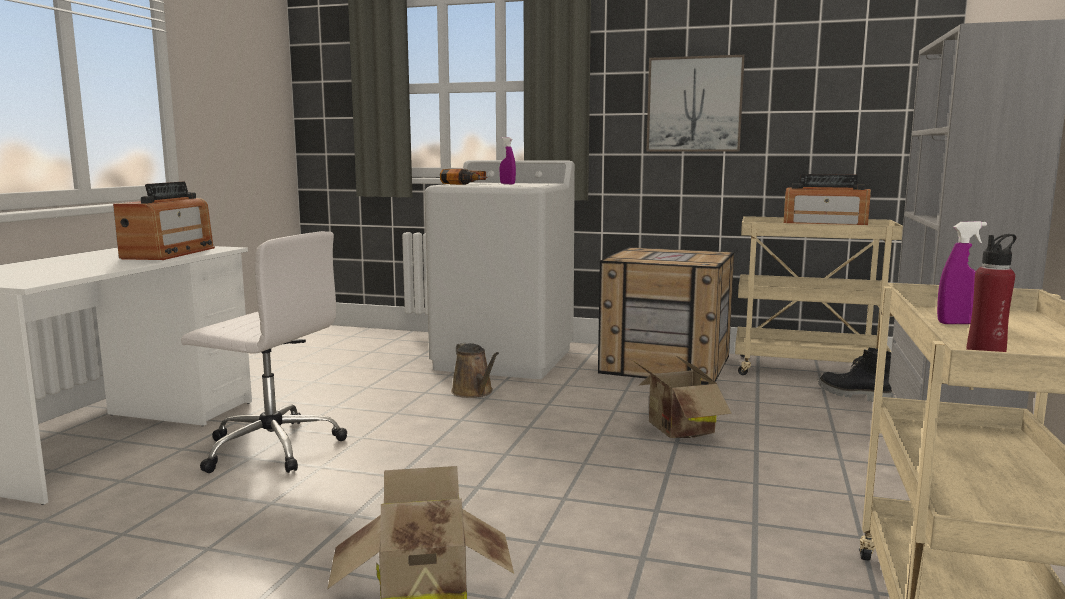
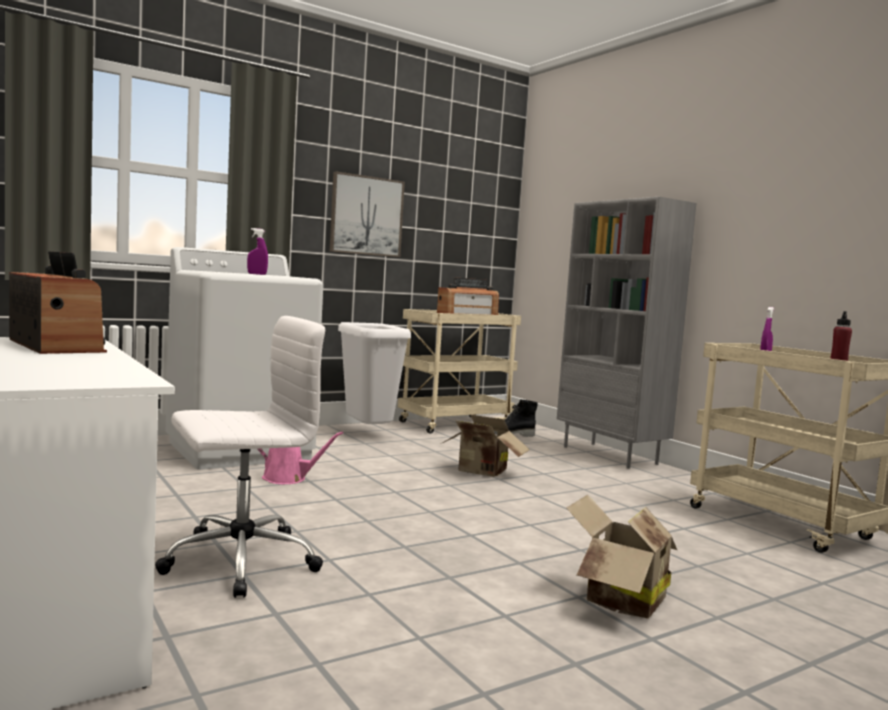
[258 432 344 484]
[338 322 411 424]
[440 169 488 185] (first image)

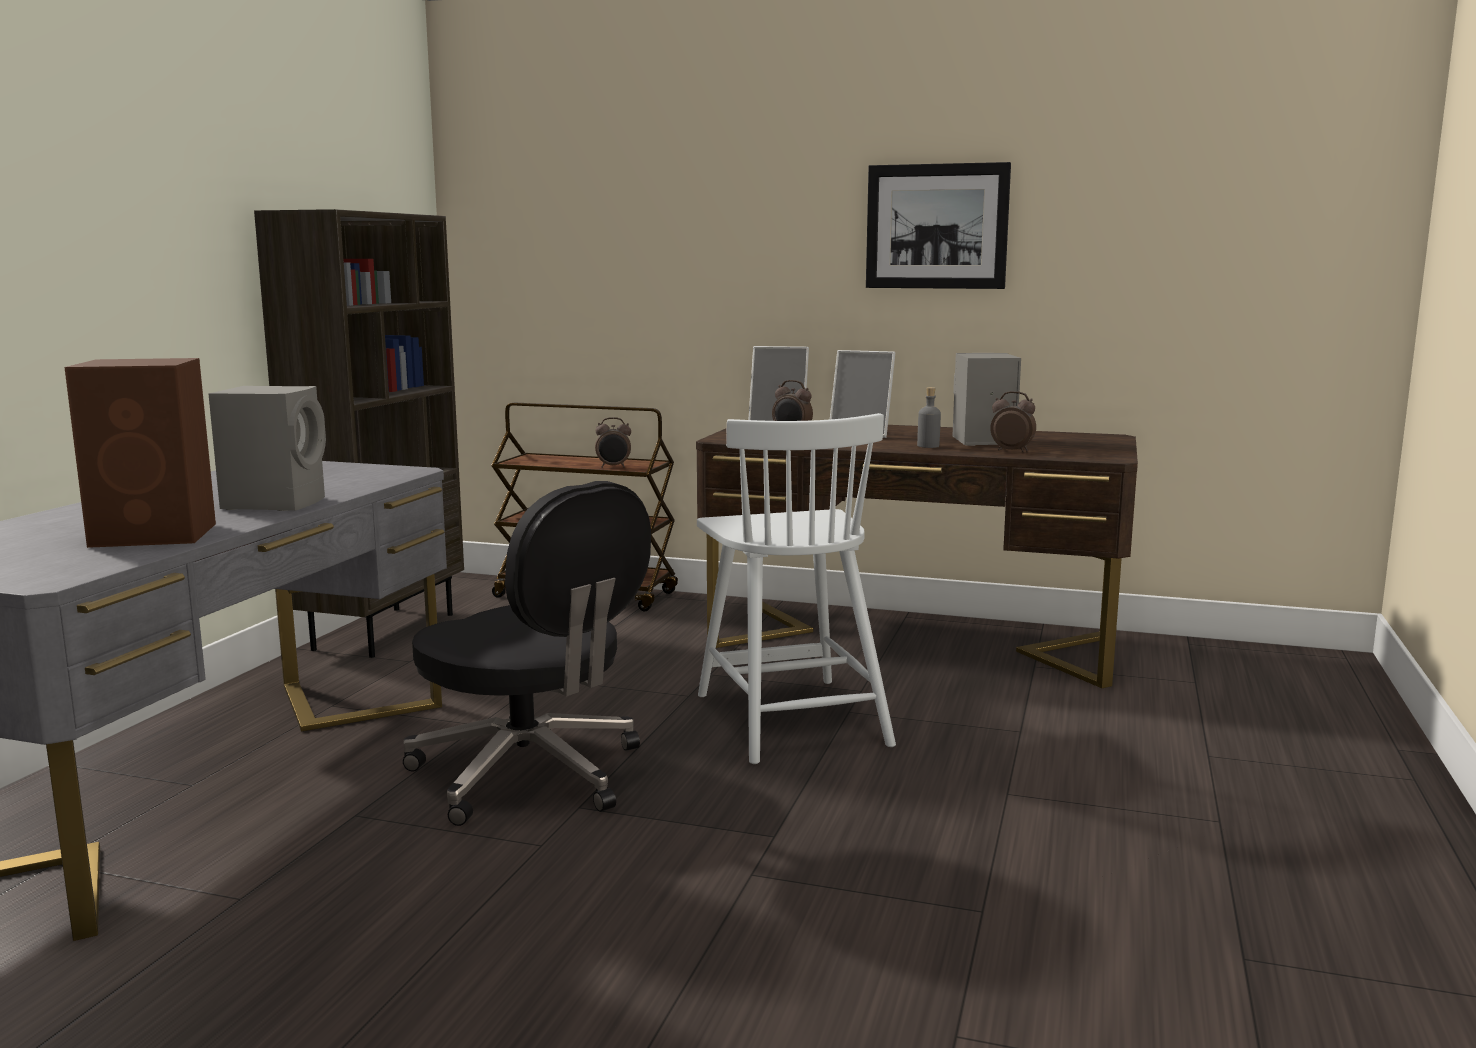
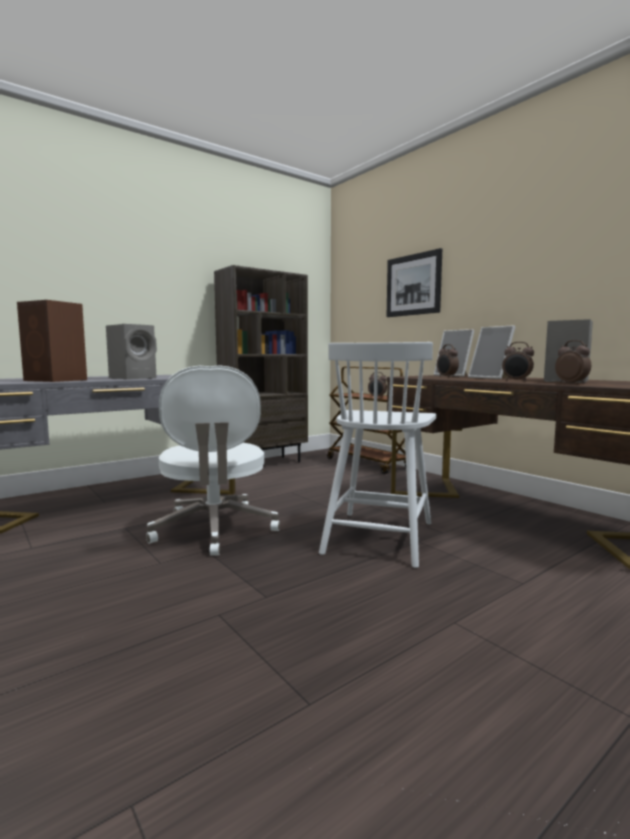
[146 366 280 556]
[386 248 442 317]
[502 342 534 381]

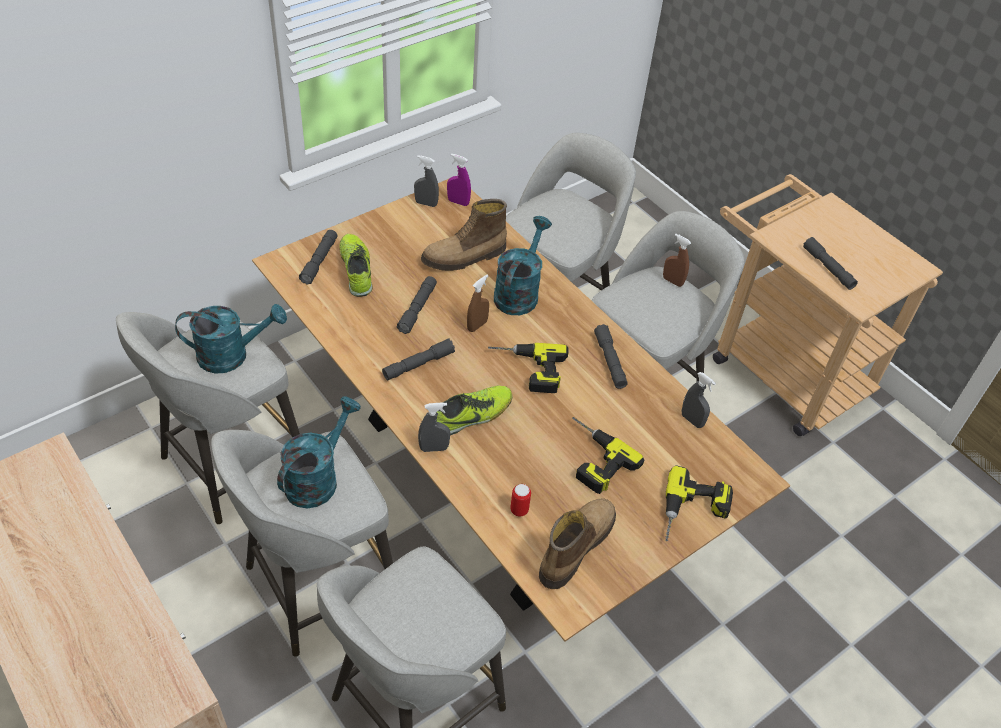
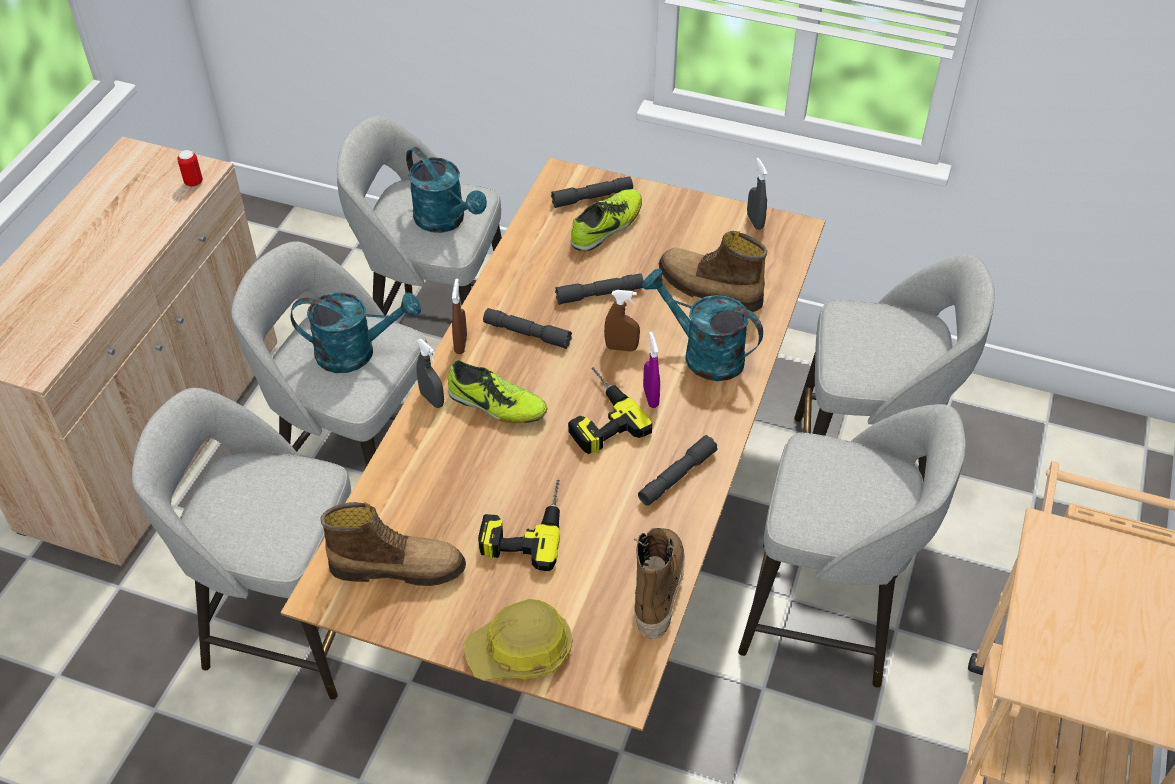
[177 150 203 187]
[452 278 467 354]
[464 599 572 681]
[634 528 685 639]
[642 269 763 381]
[643 331 660 408]
[803 237 858 290] (first image)

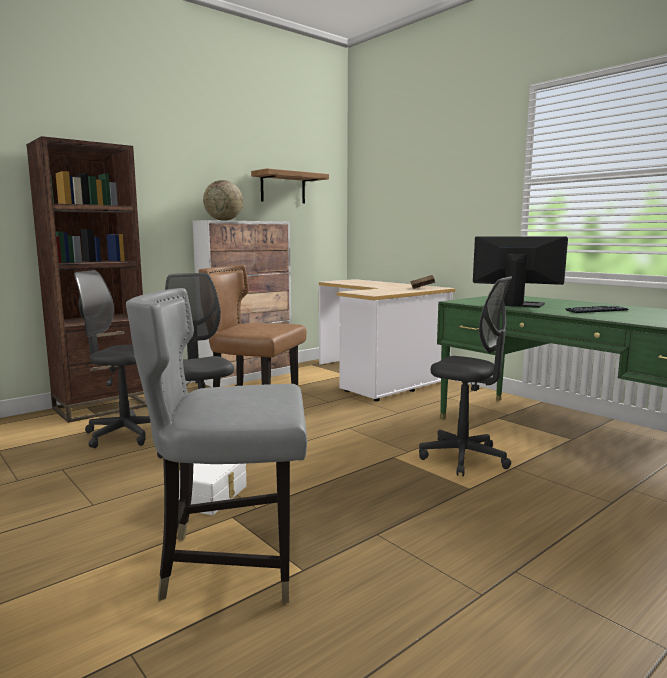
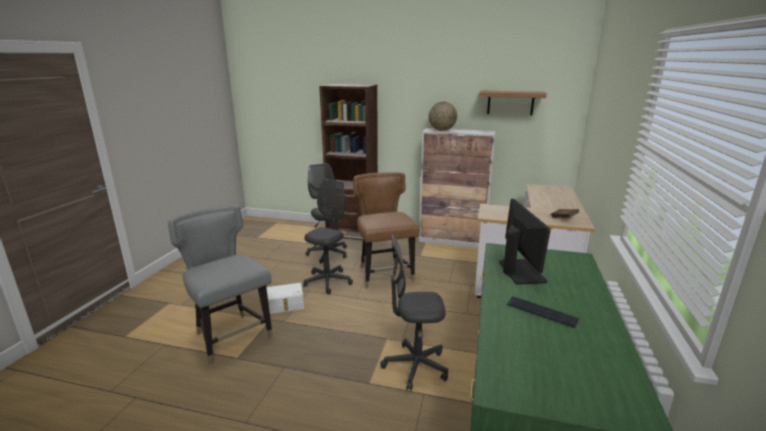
[381 234 448 391]

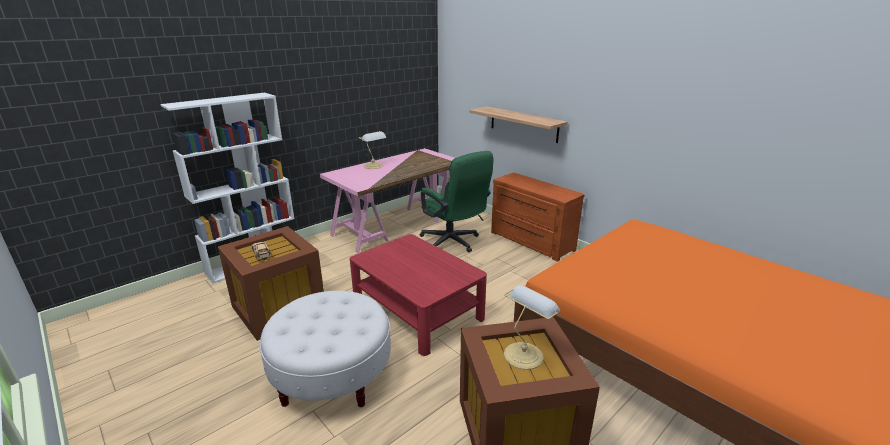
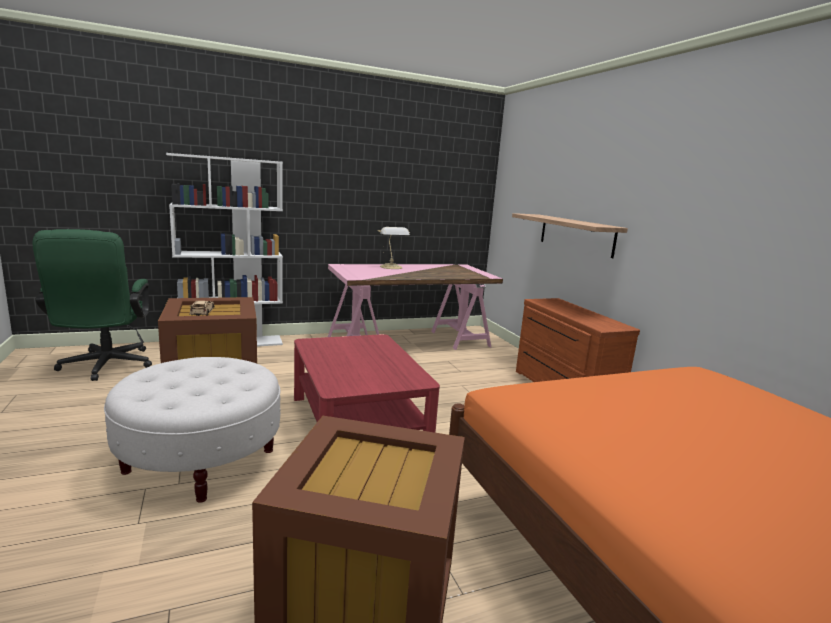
[33 229 152 381]
[504 286 560 370] (first image)

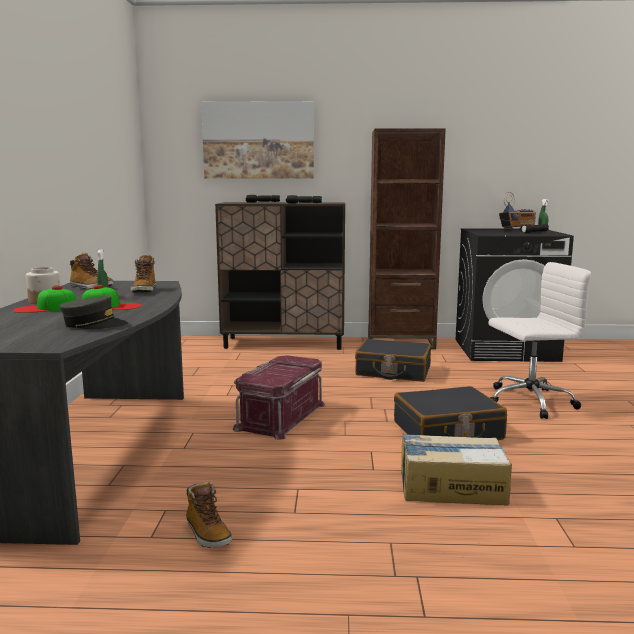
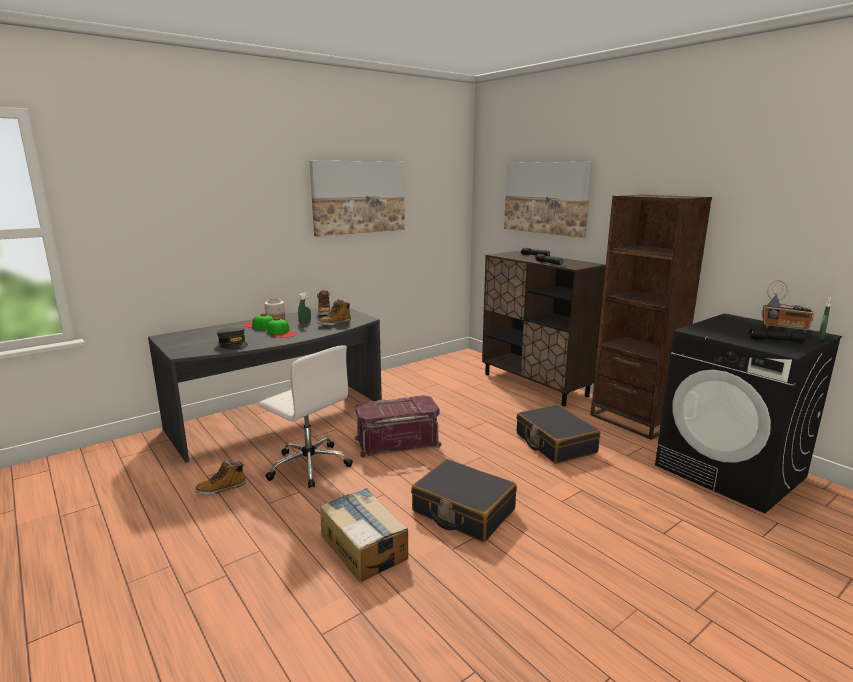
[195 459 246 495]
[259 345 353 488]
[310 161 405 237]

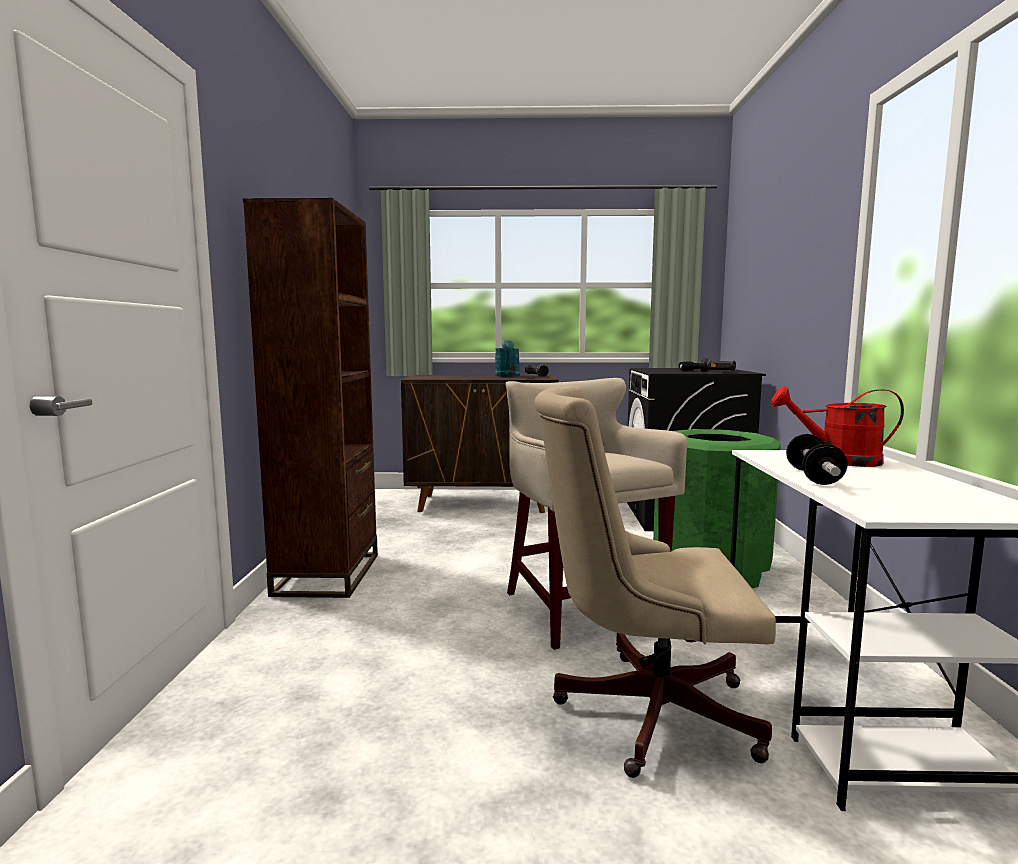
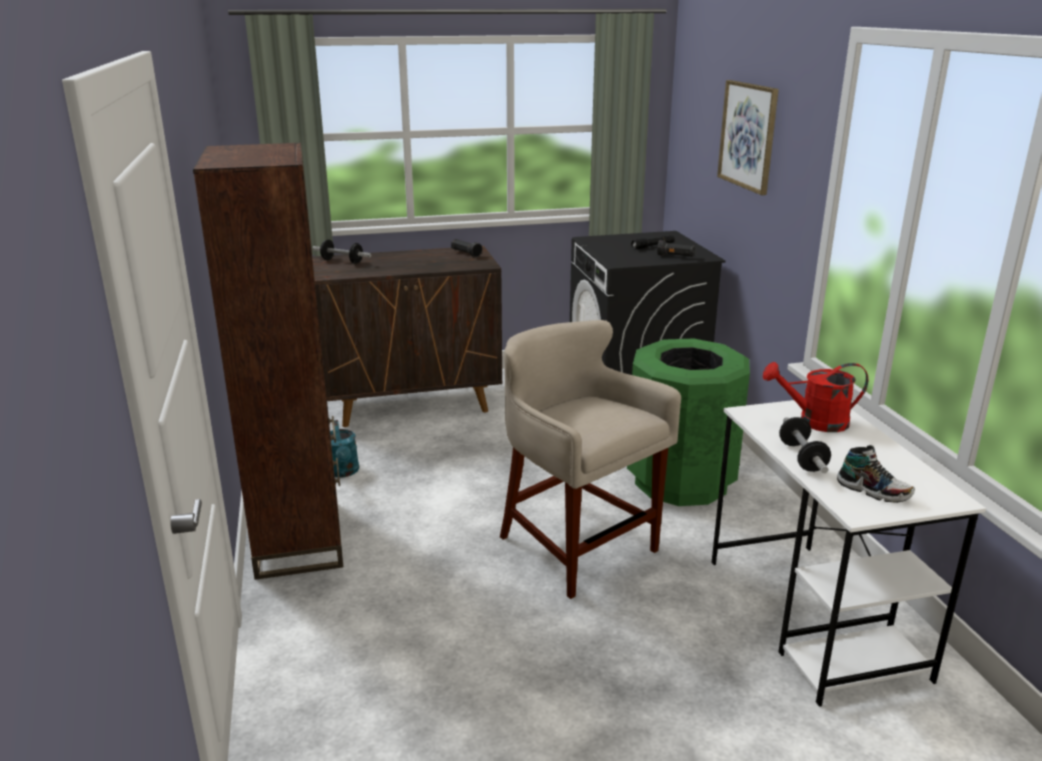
[312 240 371 264]
[330 420 359 478]
[717 80 779 195]
[837 445 915 503]
[535 386 776 778] (first image)

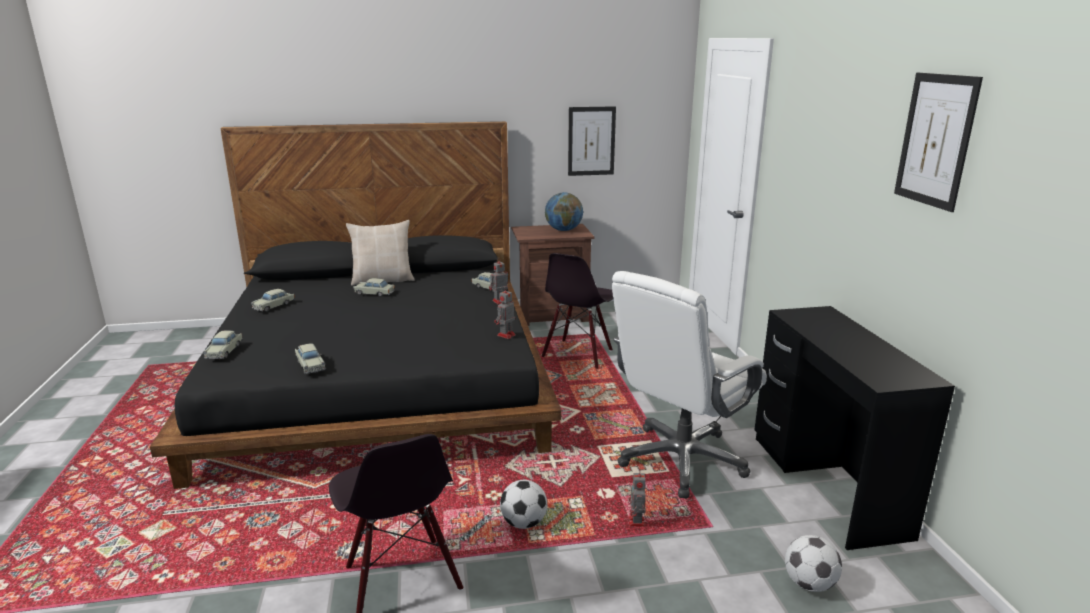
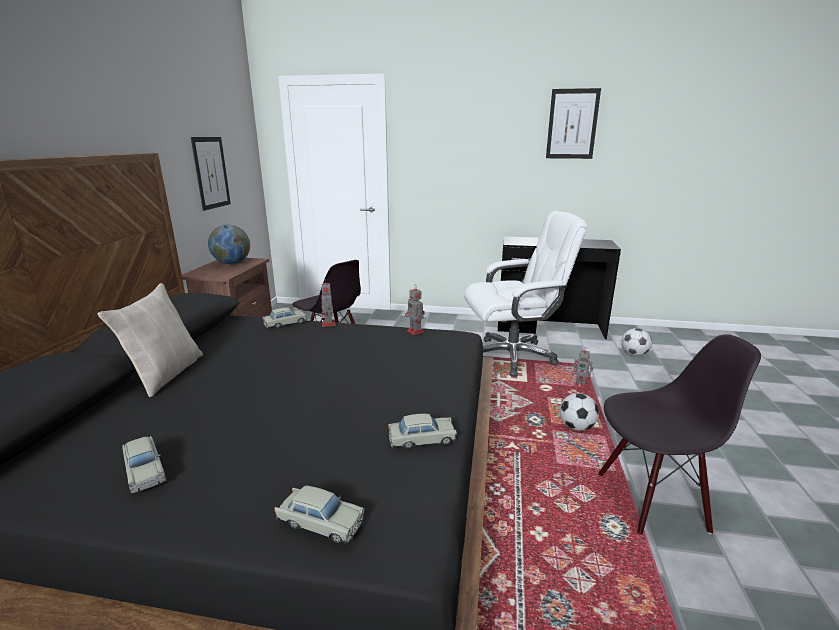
[464 211 587 377]
[353 278 394 297] (first image)

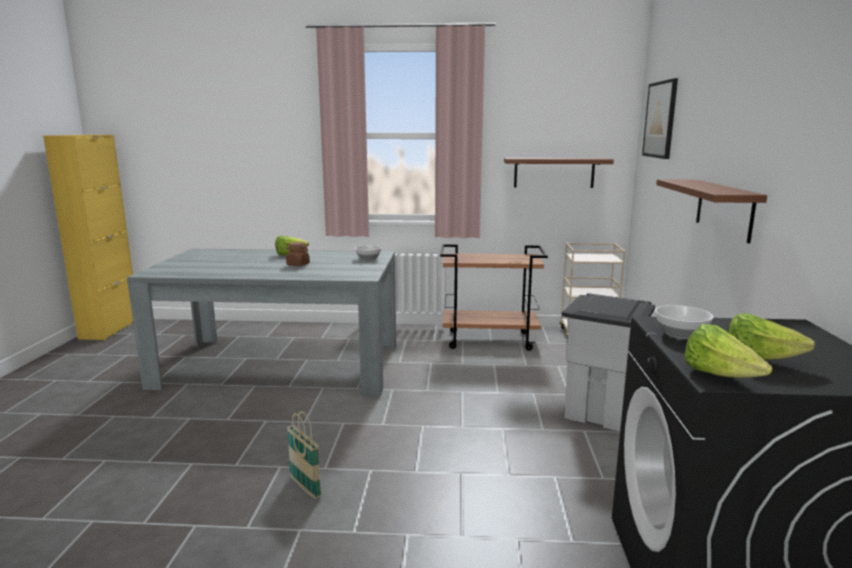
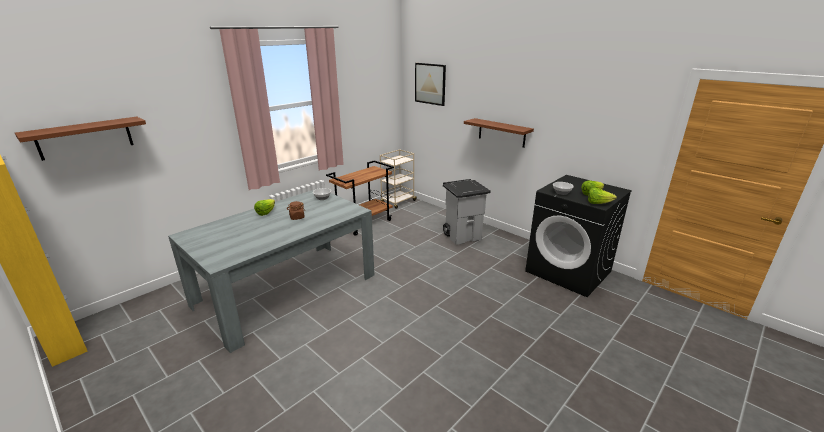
[15 117 146 161]
[287 411 321 499] (first image)

